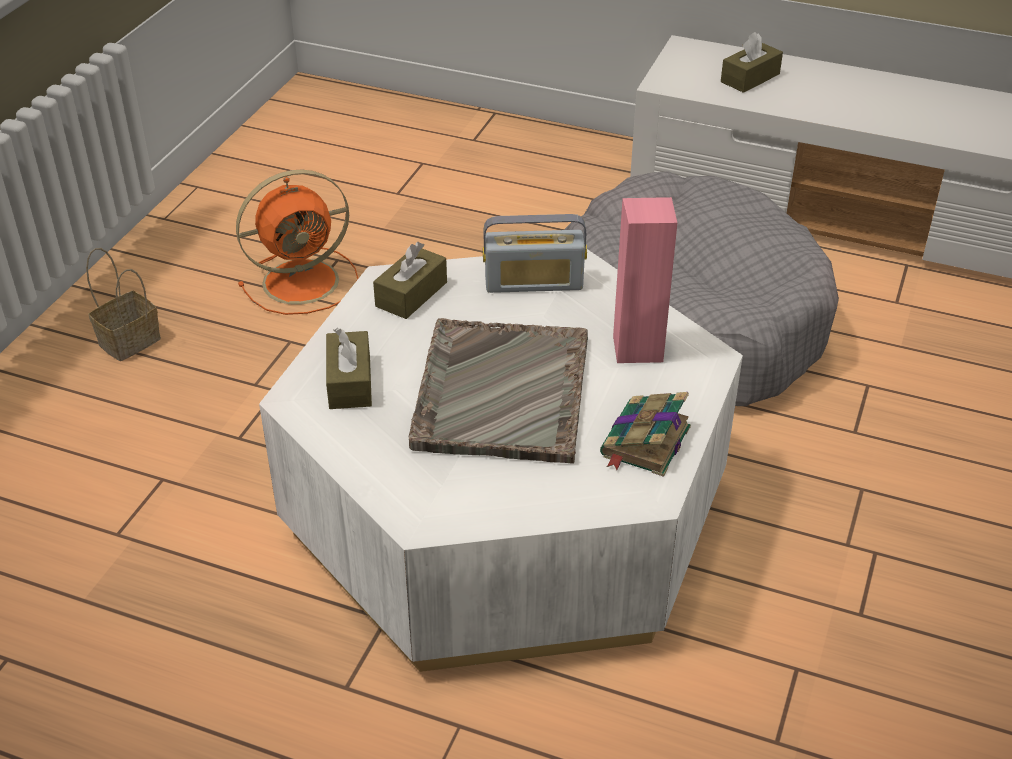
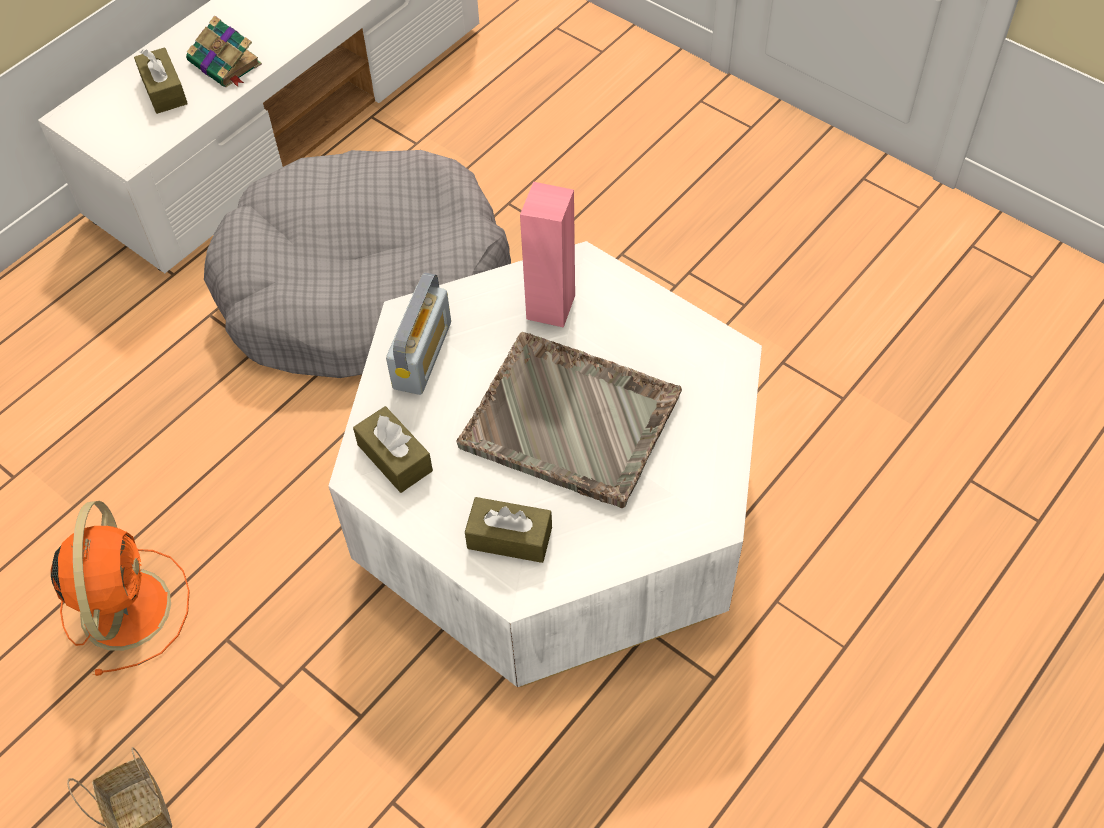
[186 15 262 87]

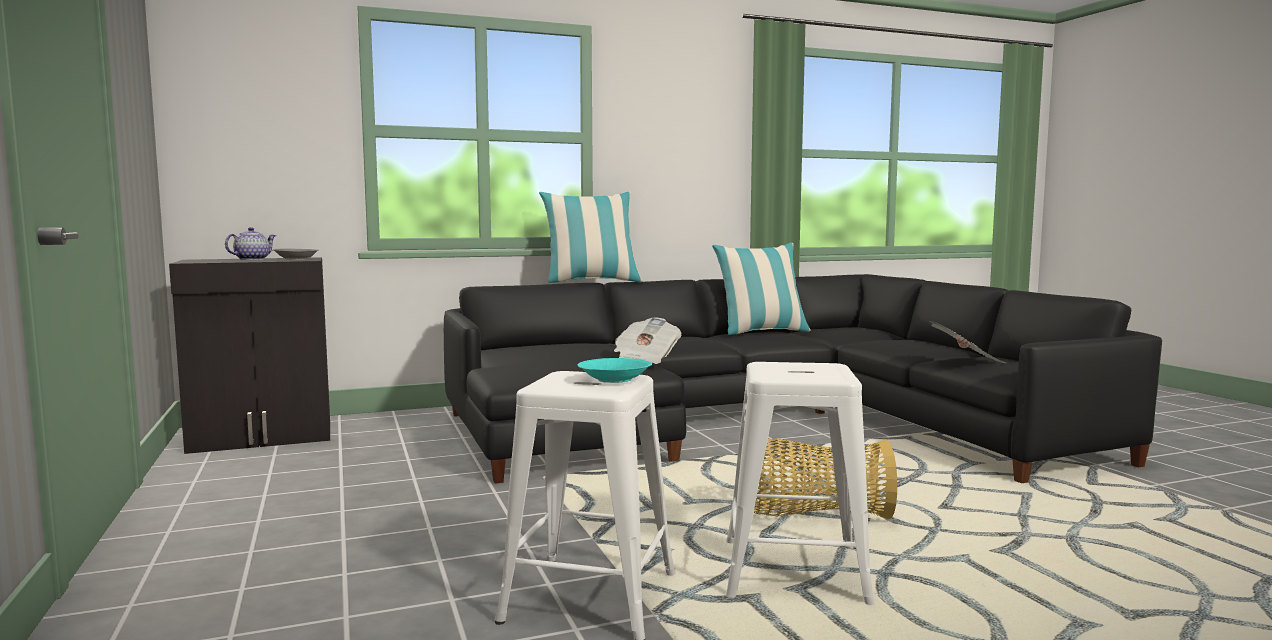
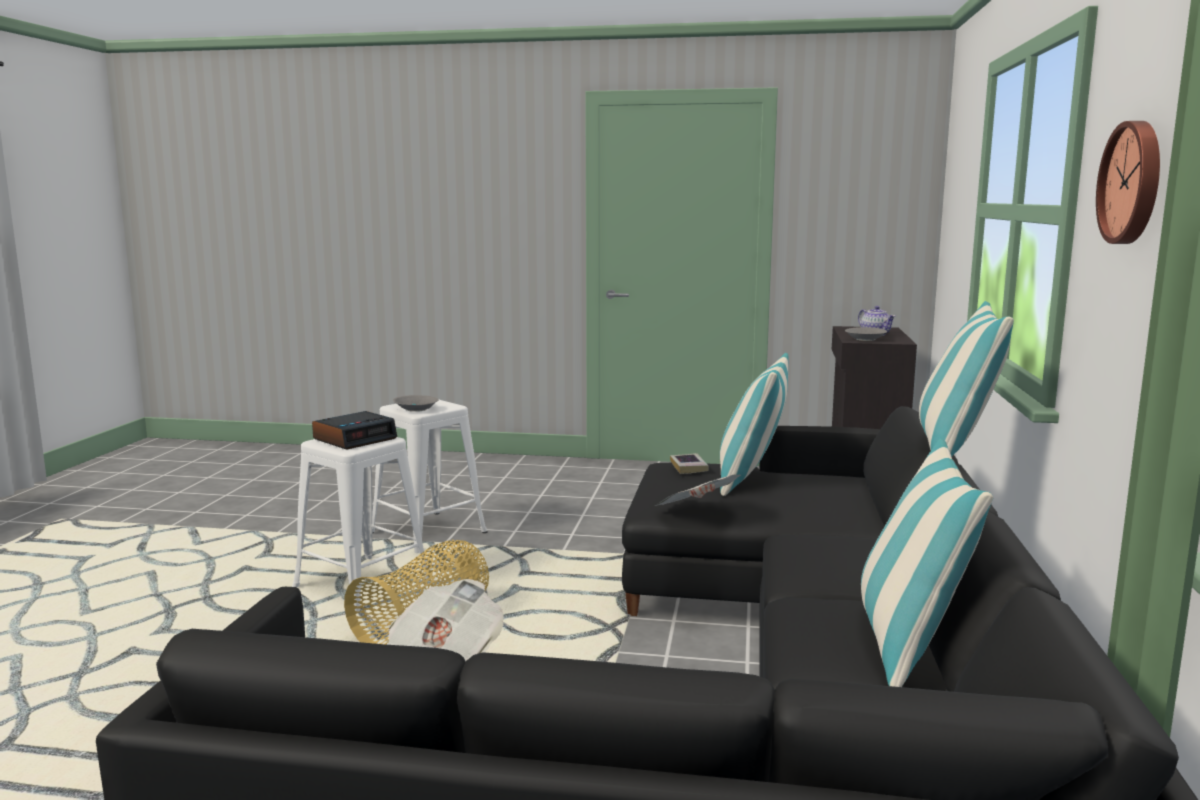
[312 411 397 450]
[393 395 439 412]
[670 453 709 474]
[720 353 789 496]
[1096 121 1160 244]

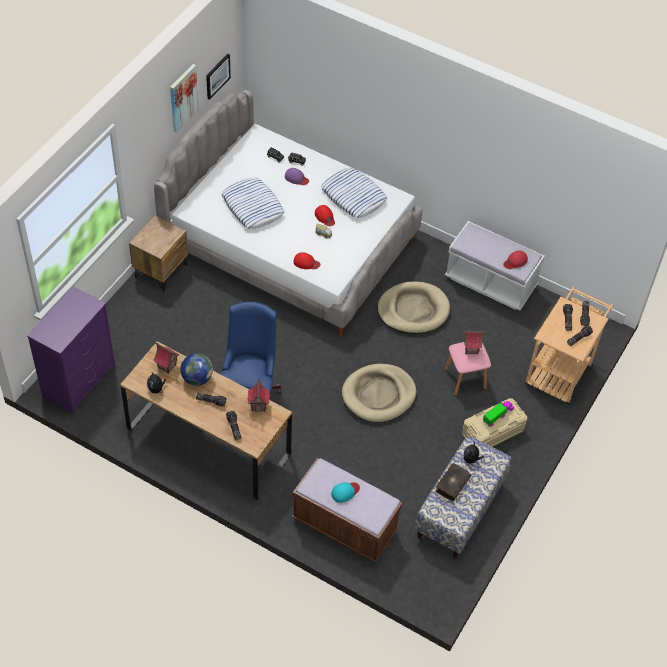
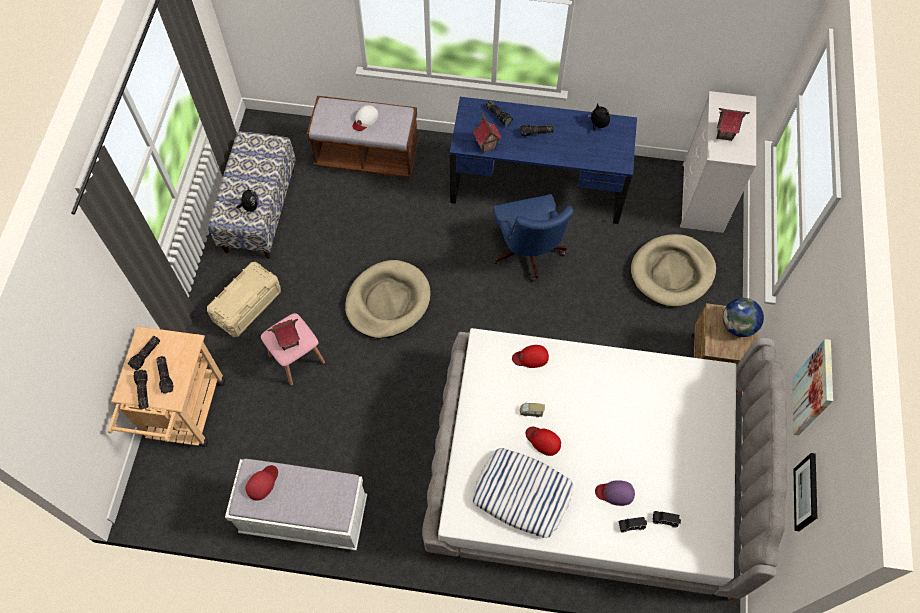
[352 105 378 131]
[450 97 637 224]
[631 234 716 307]
[680 91 756 233]
[716 108 750 141]
[723 298 764 337]
[222 178 284 229] (first image)
[435 463 471 502] (first image)
[483 401 514 427] (first image)

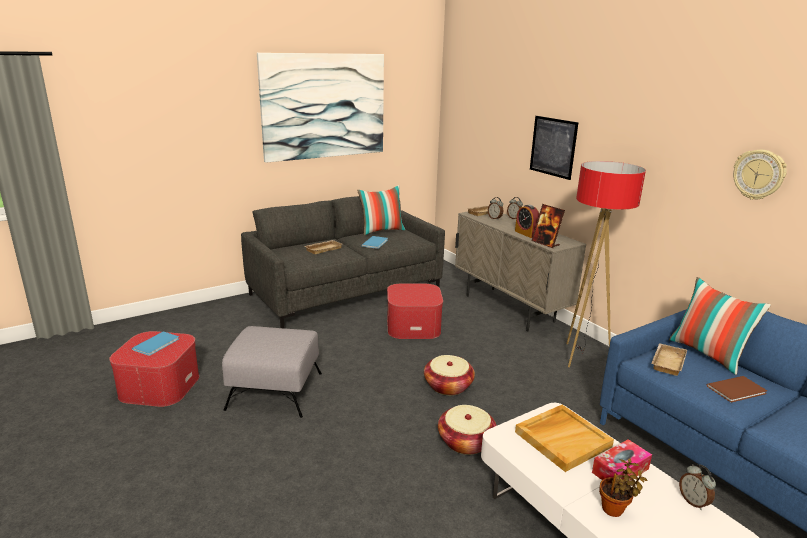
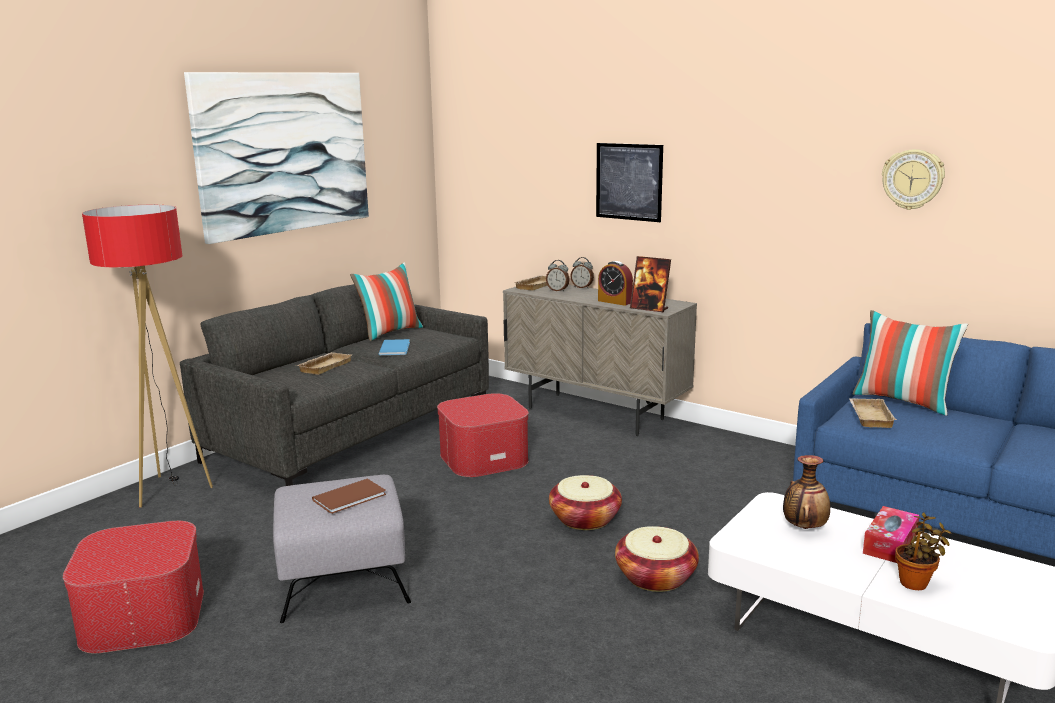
[82 205 213 508]
[312 479 386 514]
[783 455 830 529]
[132 331 179 356] (first image)
[679 464 716 510] (first image)

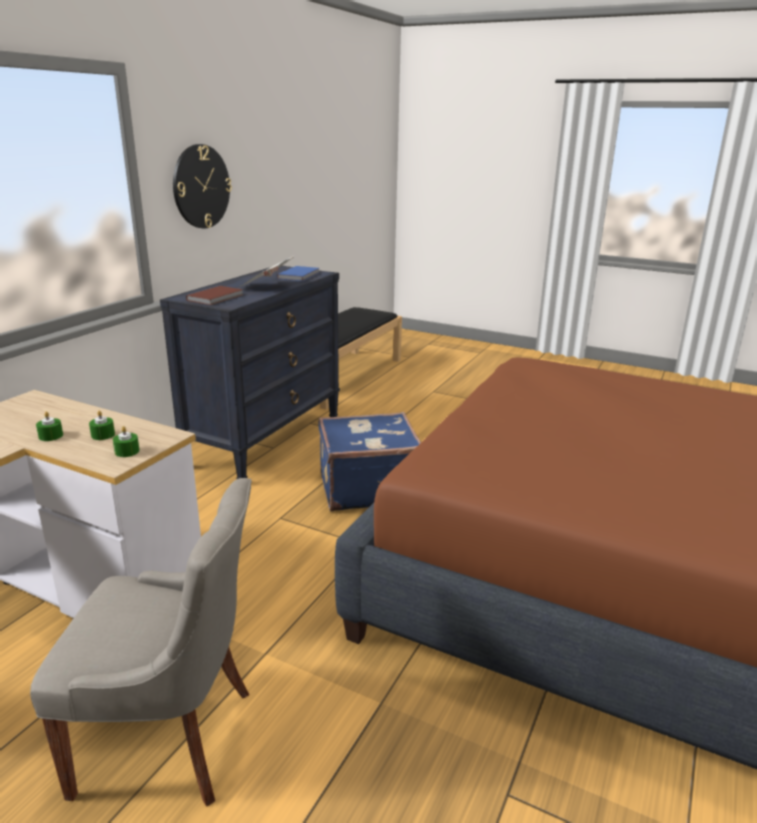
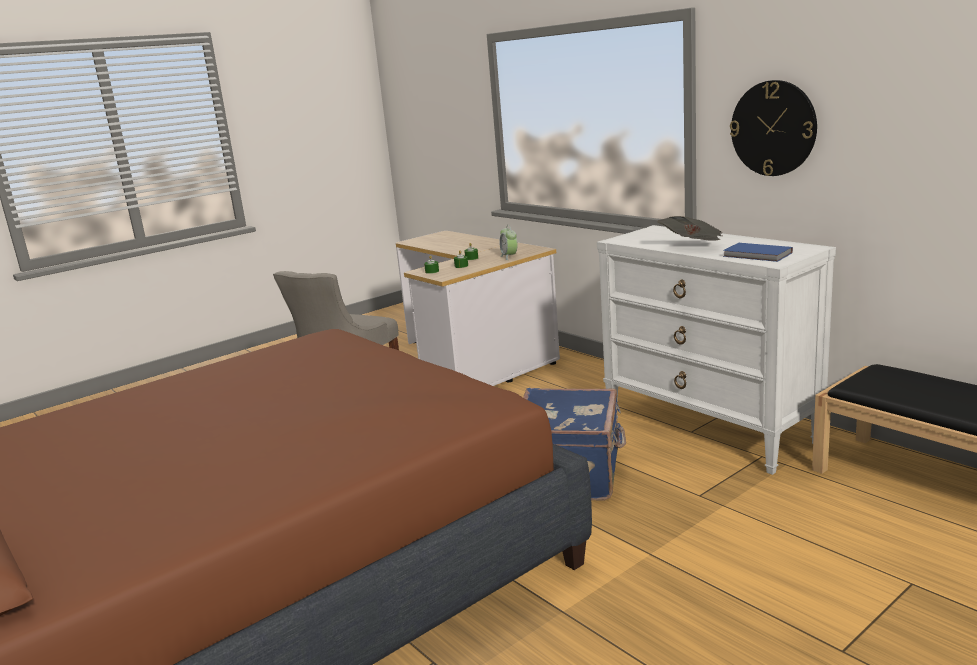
[500 225 517 260]
[597 225 836 475]
[186 286 243 305] (first image)

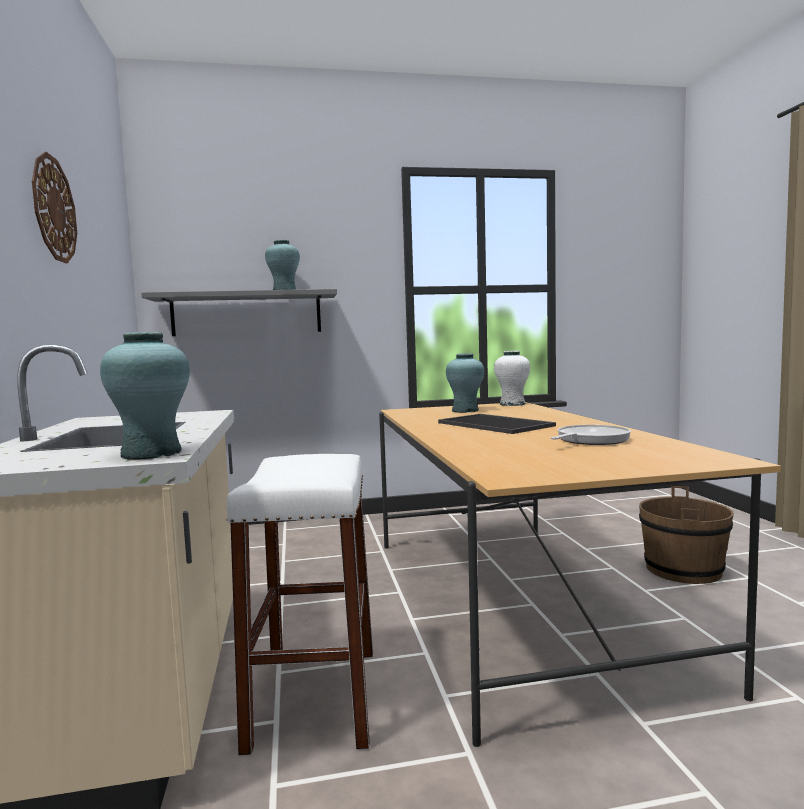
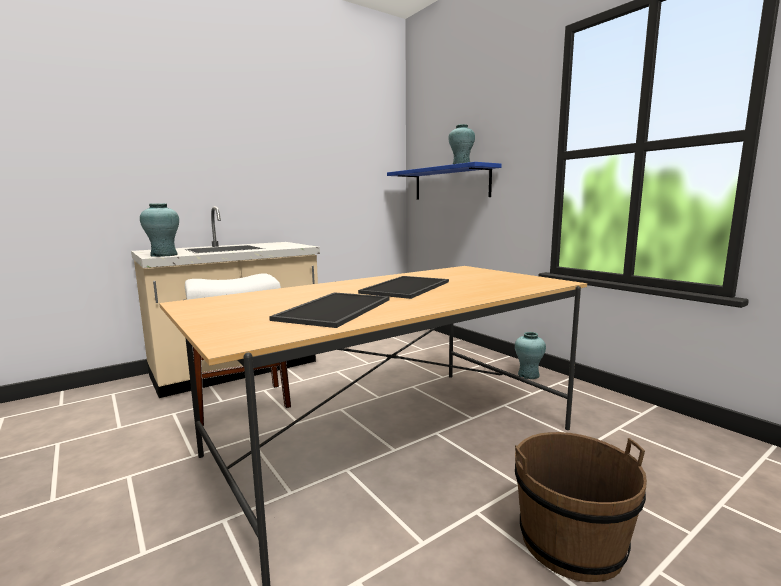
[269 292 389 328]
[387 162 502 200]
[515 332 546 379]
[32 152 77 263] (first image)
[494 351 530 406] (first image)

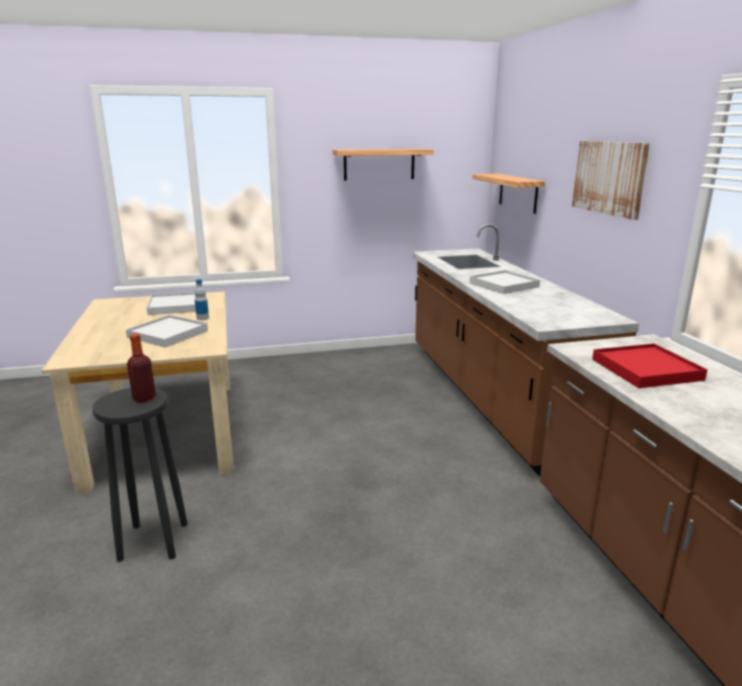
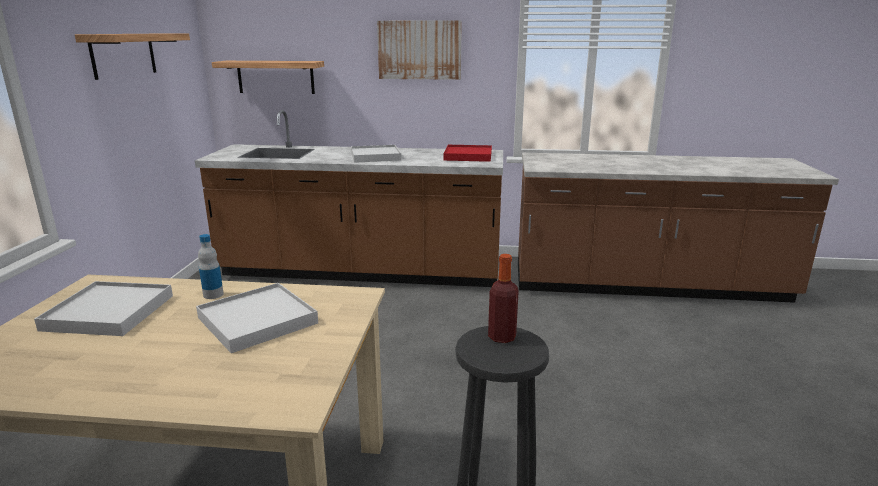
[444 145 492 162]

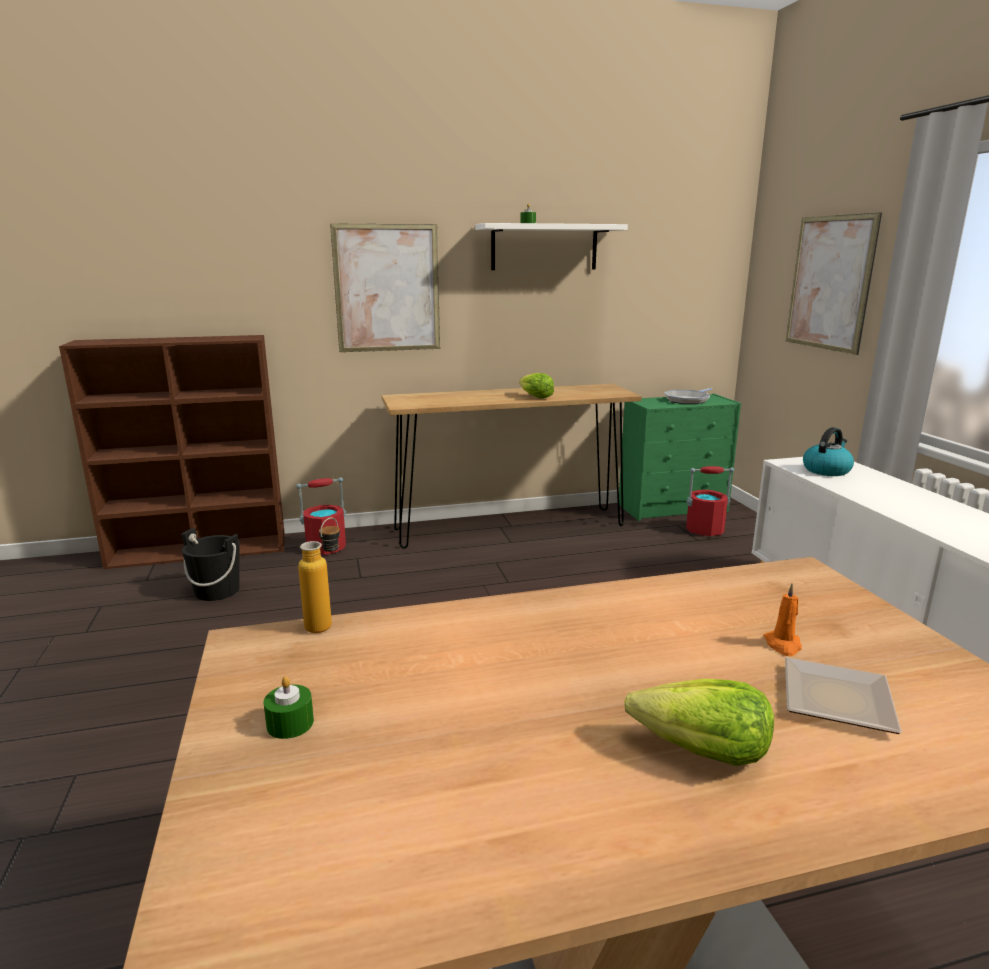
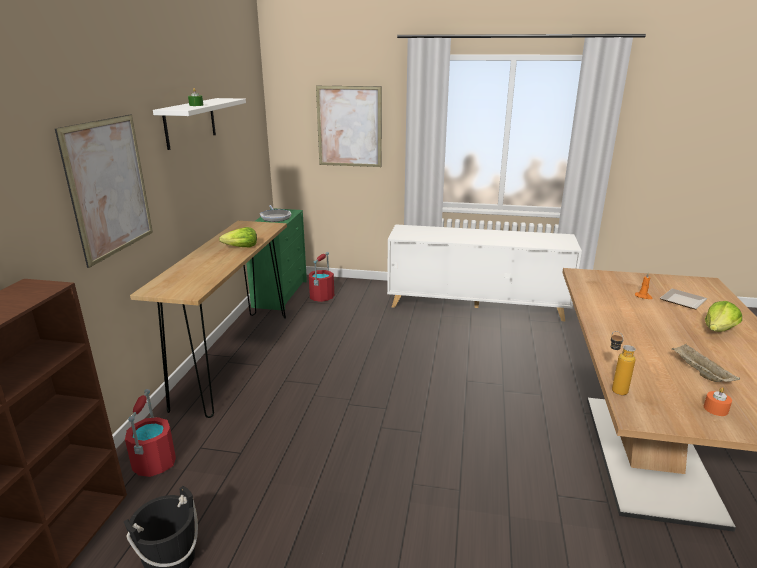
[671 344 740 382]
[704 387 732 416]
[803 427 854 476] (first image)

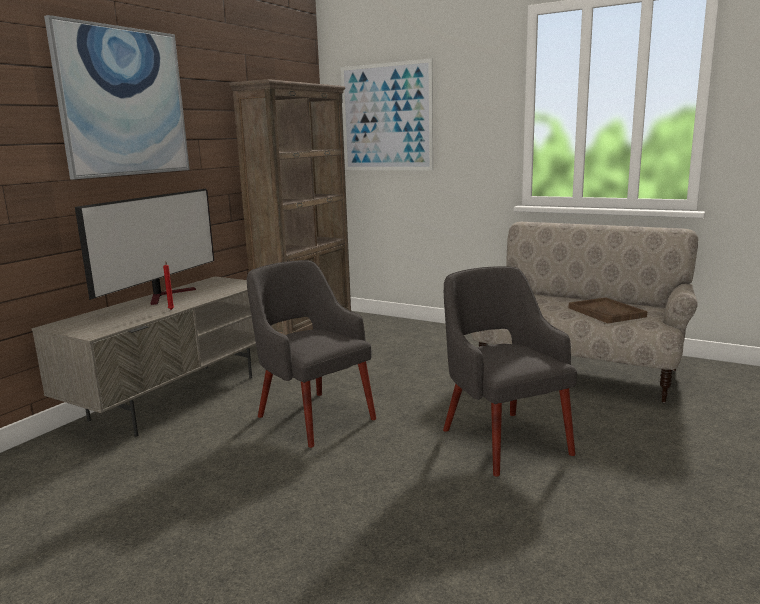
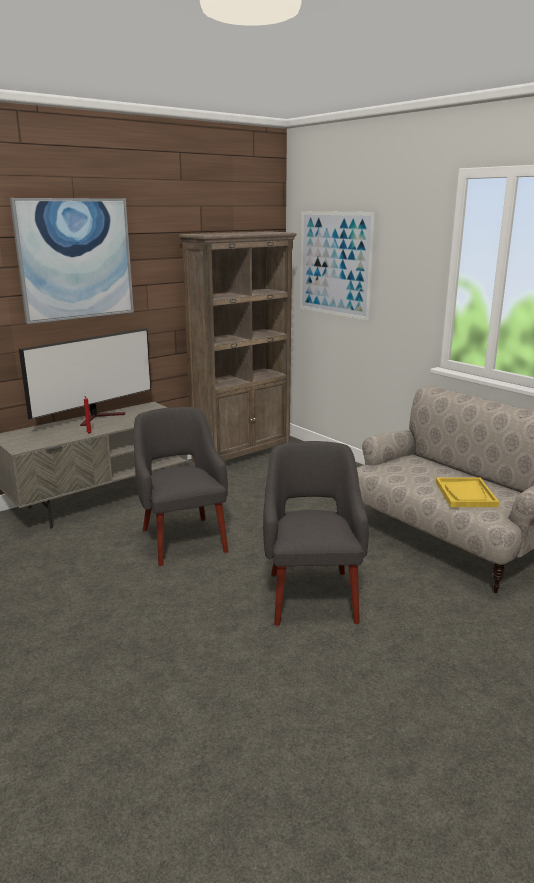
[436 477 499 507]

